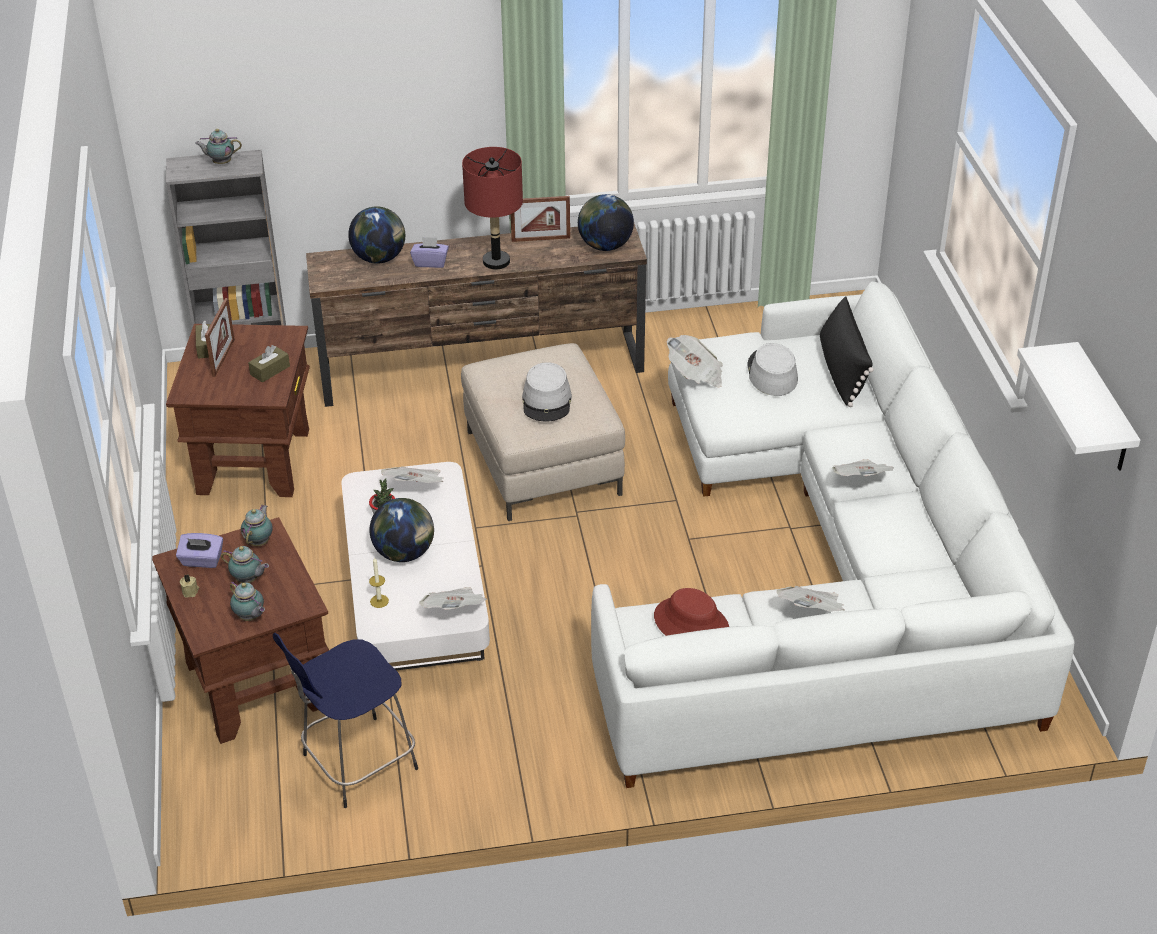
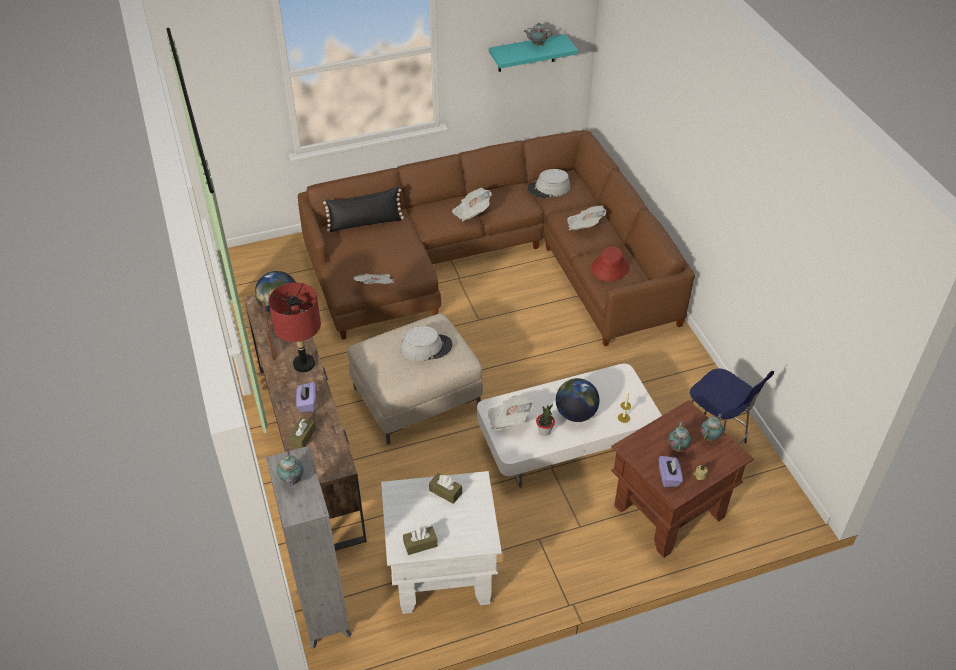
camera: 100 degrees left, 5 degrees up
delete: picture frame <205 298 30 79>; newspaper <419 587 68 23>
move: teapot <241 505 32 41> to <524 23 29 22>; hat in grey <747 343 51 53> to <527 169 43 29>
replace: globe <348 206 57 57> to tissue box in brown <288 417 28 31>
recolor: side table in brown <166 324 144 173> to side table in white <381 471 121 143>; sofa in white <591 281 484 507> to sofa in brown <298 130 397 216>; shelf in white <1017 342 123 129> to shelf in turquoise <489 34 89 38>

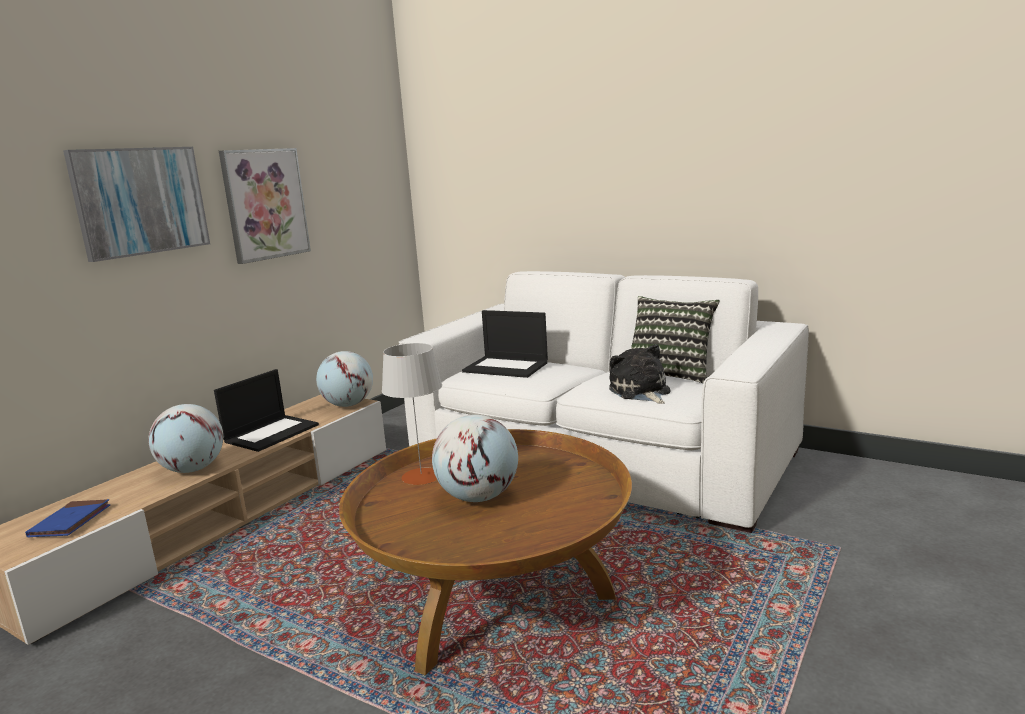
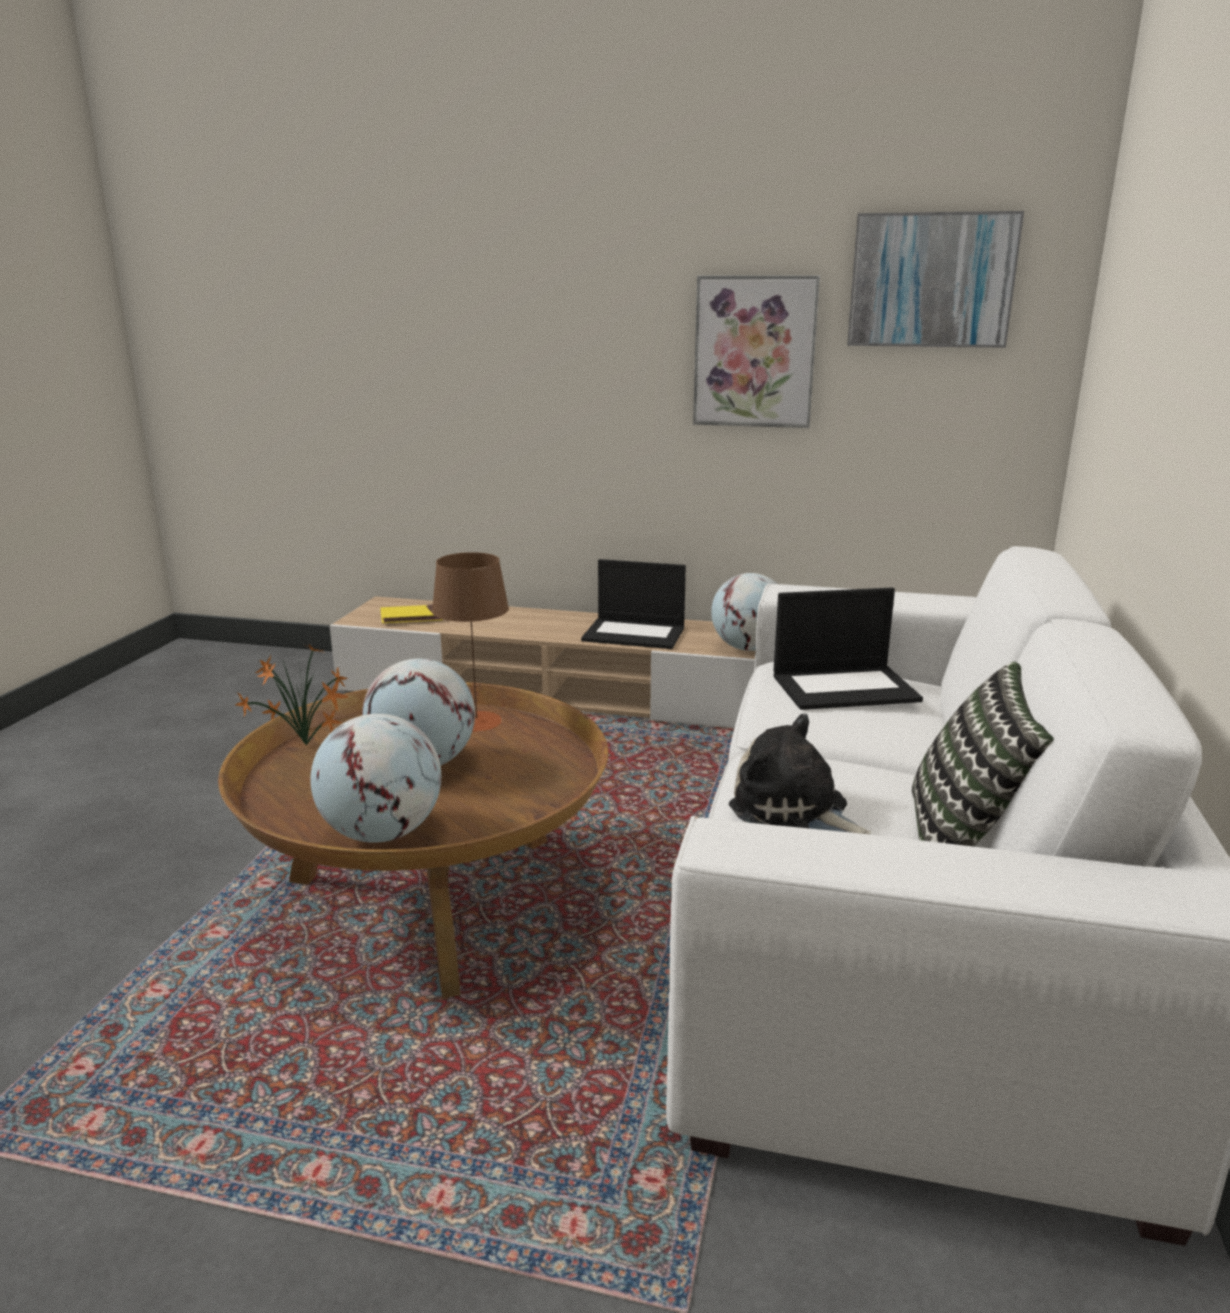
camera: 70 degrees right, 5 degrees up
insert: potted plant <235 644 114 101>
move: picture <63 147 147 115> to <847 211 177 137>; globe <148 404 75 69> to <310 714 131 129>
recolor: book in blue <25 499 86 39> to book in yellow <380 605 63 18>; table lamp in grey <382 343 60 142> to table lamp in brown <432 552 77 180>
rotate: laptop <462 310 86 68> = <773 588 150 122> 105 degrees counterclockwise; plush toy <609 344 62 60> = <729 714 143 121> 105 degrees counterclockwise

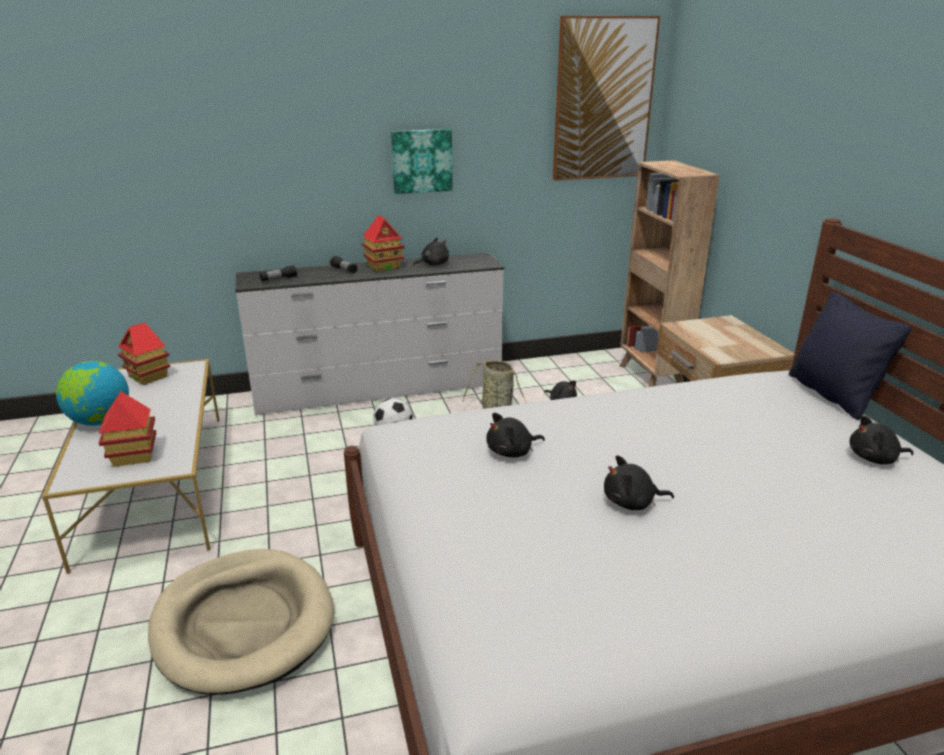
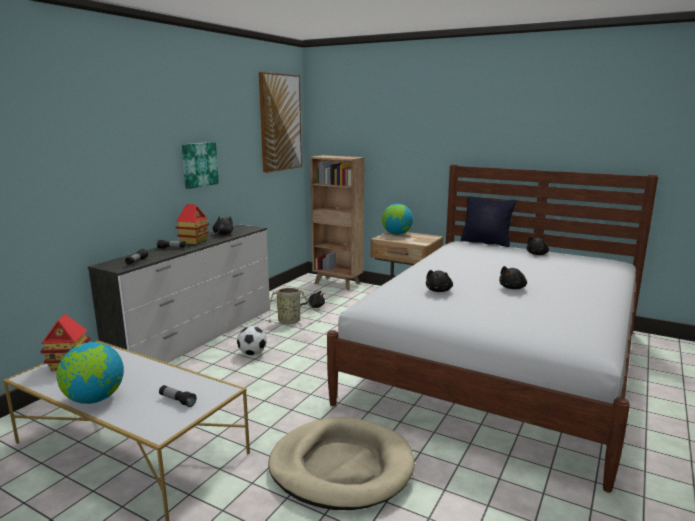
camera: 45 degrees left, 10 degrees down
insert: globe <382 204 31 31>
replace: toy house <99 391 57 76> to flashlight <159 385 37 22>

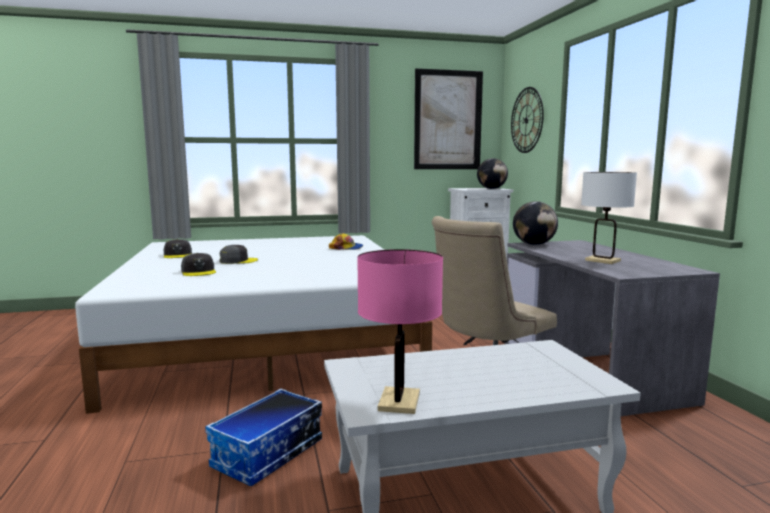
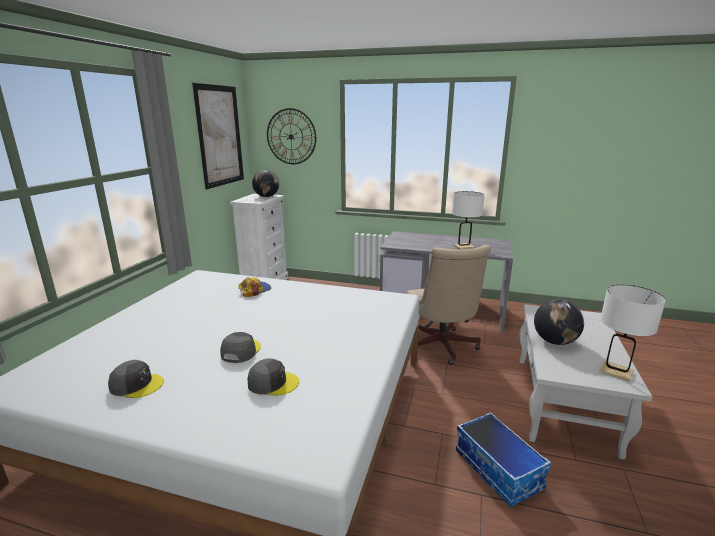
camera: 60 degrees left, 10 degrees up
move: globe <513 201 45 44> to <534 299 50 46>
recolor: table lamp in pink <357 249 86 165> to table lamp in white <599 285 67 97>

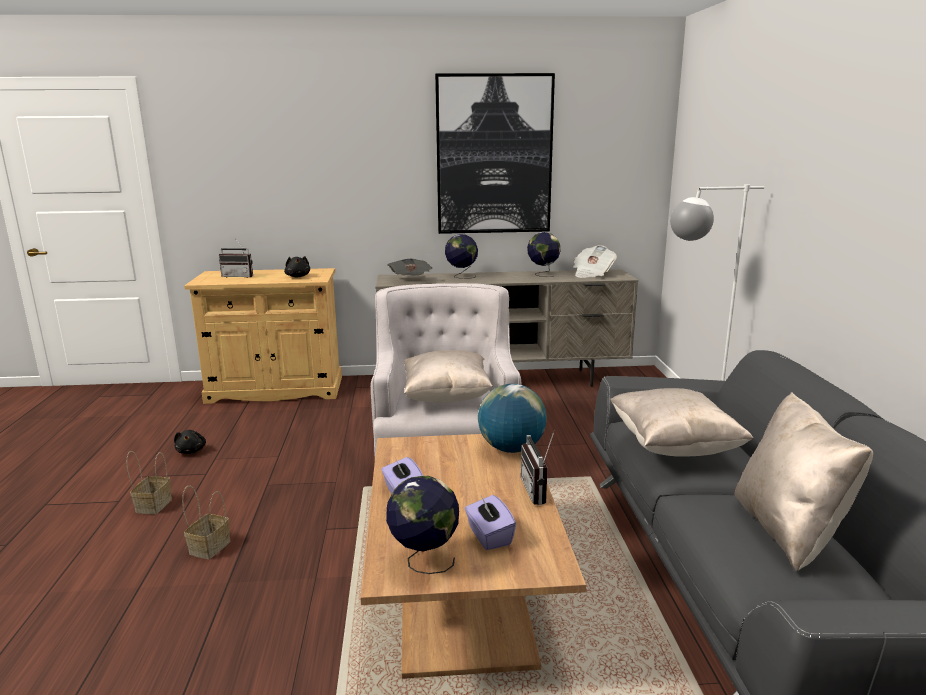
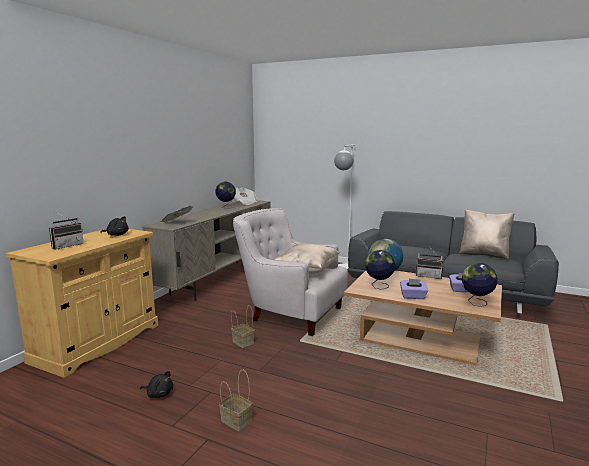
camera: 60 degrees left, 5 degrees down
delete: picture <435 73 120 161>; pillow in beige <610 388 144 69>
move: basket <182 486 48 73> to <231 305 24 43>; globe <445 234 33 45> to <365 250 30 39>

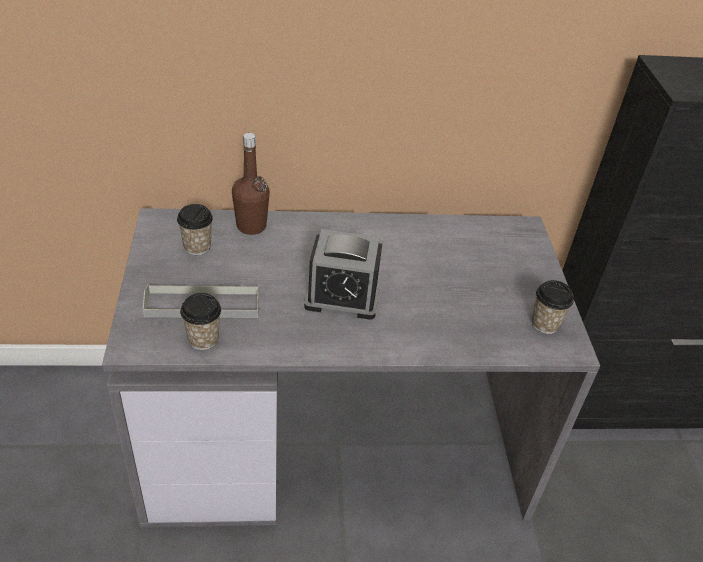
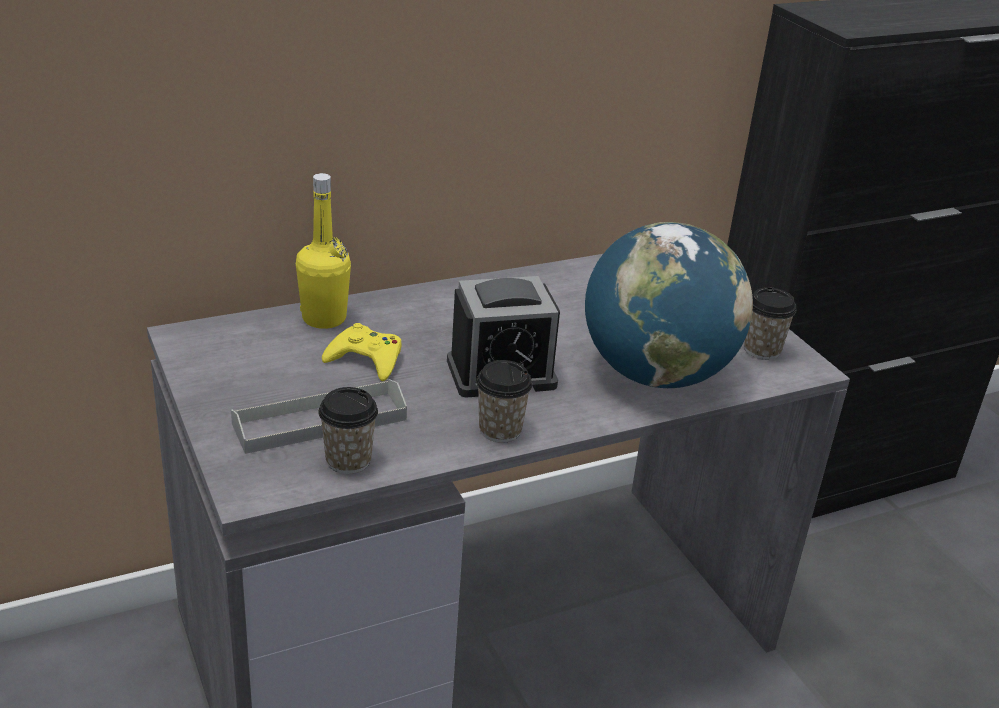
camera: 20 degrees left, 10 degrees down
insert: game controller in yellow <322 323 80 58>; globe <585 222 168 166>
move: cup <177 204 36 51> to <476 360 56 83>
recolor: bottle in brown <232 133 38 102> to bottle in yellow <296 173 55 156>

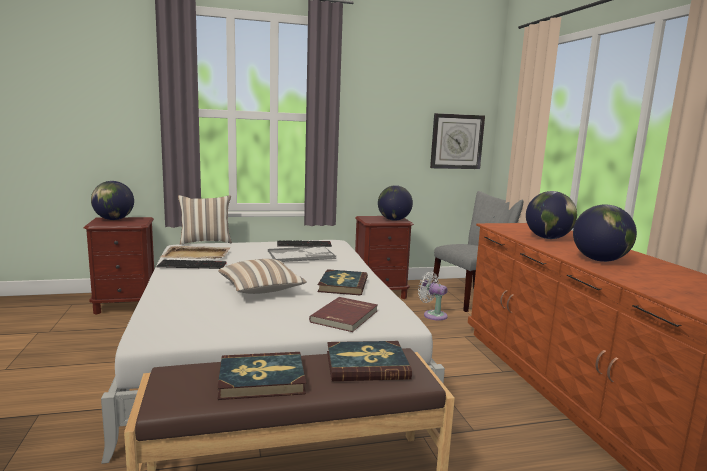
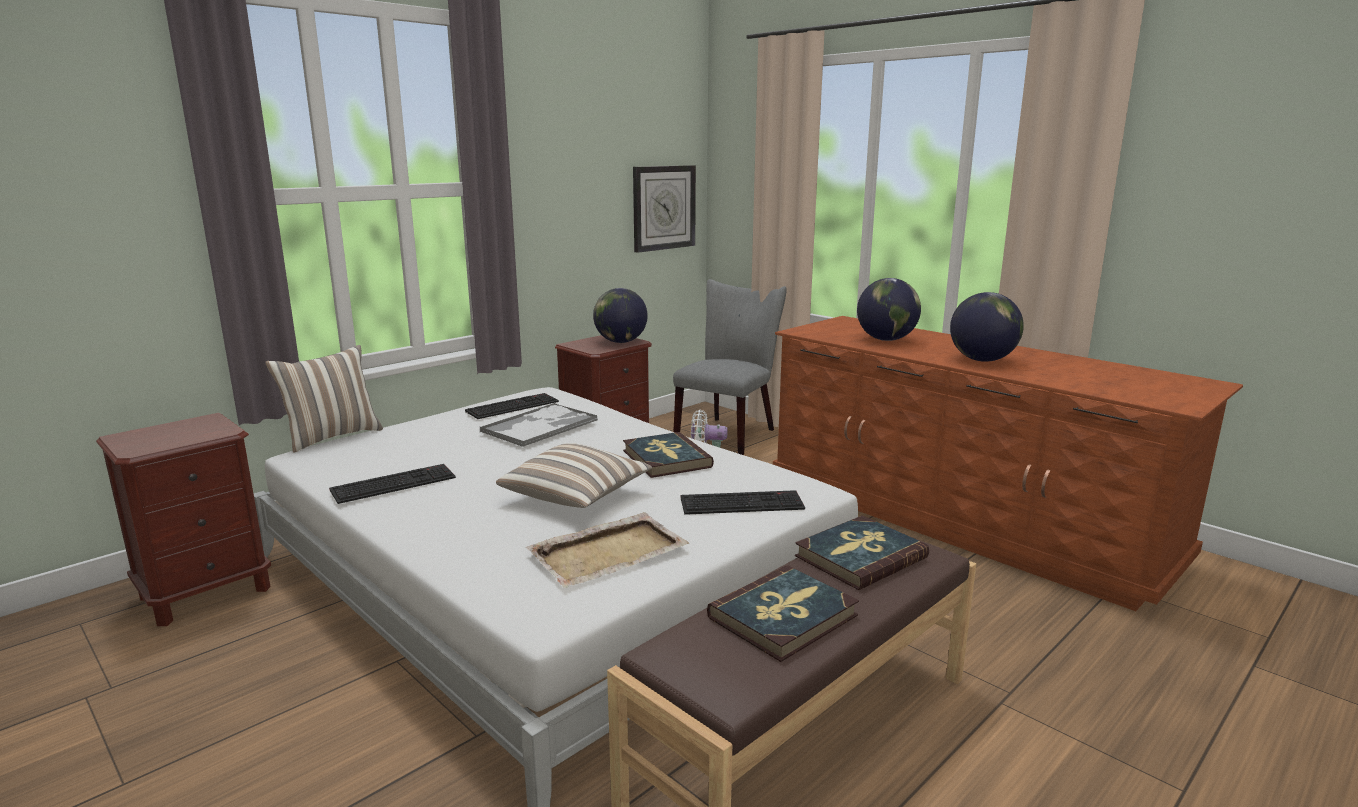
camera: 30 degrees left, 5 degrees up
delete: globe <91 181 43 39>
move: tray in beige <160 246 71 13> to <526 512 163 76>
replace: book in red <309 297 69 35> to keyboard <681 490 124 25>

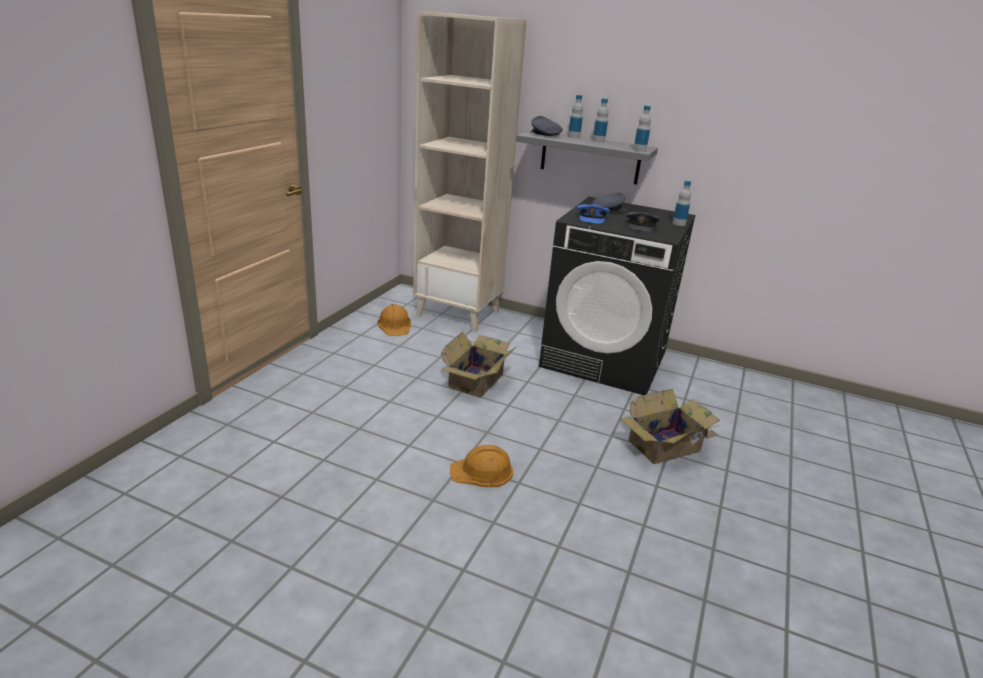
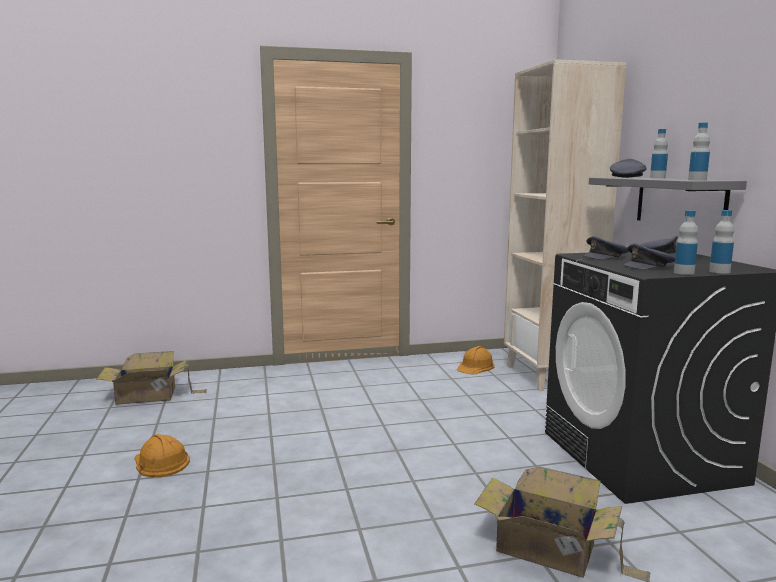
camera: 55 degrees right, 15 degrees down
move: cardboard box <441 332 75 65> to <97 351 110 54>; hard hat in orange <450 445 63 42> to <134 434 56 43>; bottle <593 98 16 45> to <674 210 24 65>
recolor: cap in blue <577 204 33 20> to cap in grey <583 236 46 23>

